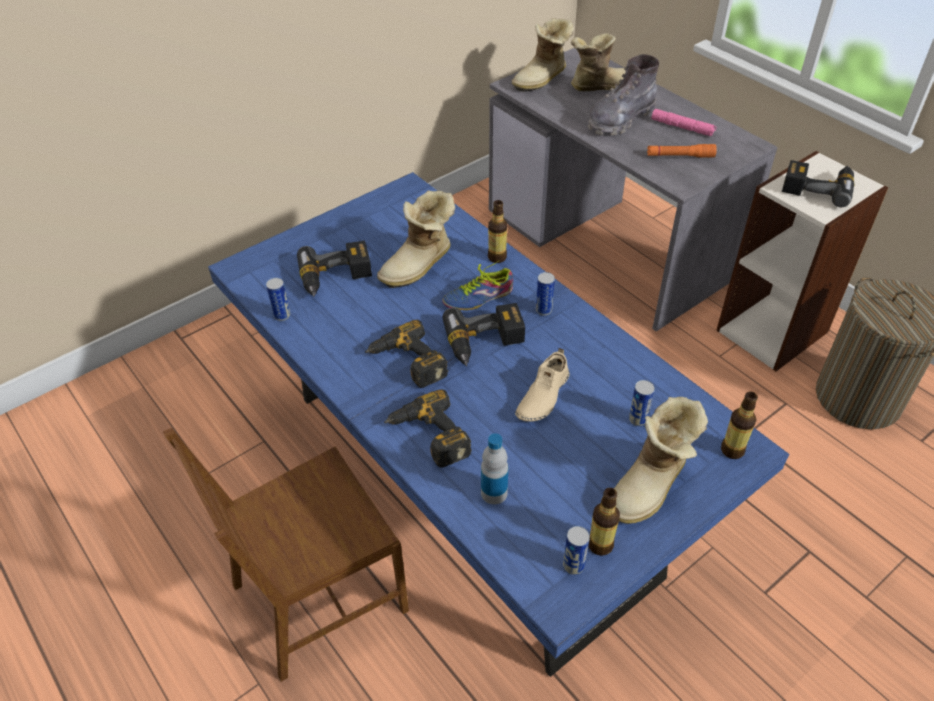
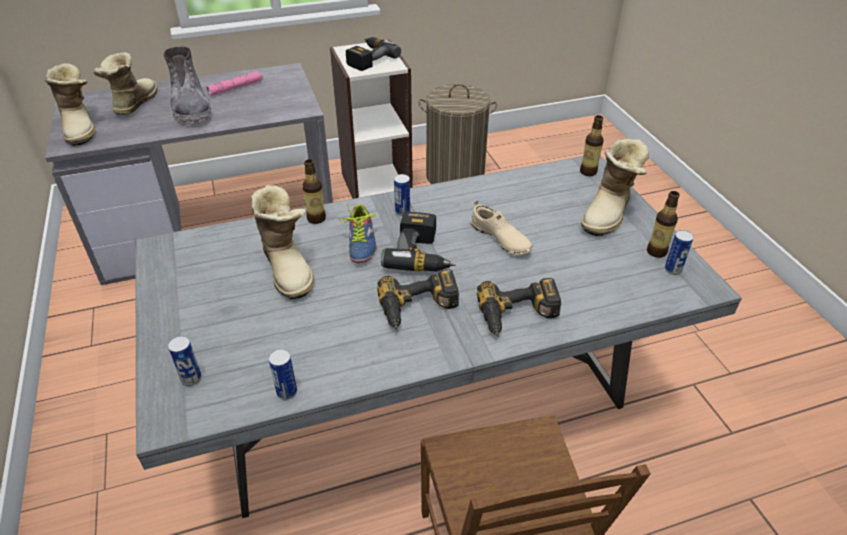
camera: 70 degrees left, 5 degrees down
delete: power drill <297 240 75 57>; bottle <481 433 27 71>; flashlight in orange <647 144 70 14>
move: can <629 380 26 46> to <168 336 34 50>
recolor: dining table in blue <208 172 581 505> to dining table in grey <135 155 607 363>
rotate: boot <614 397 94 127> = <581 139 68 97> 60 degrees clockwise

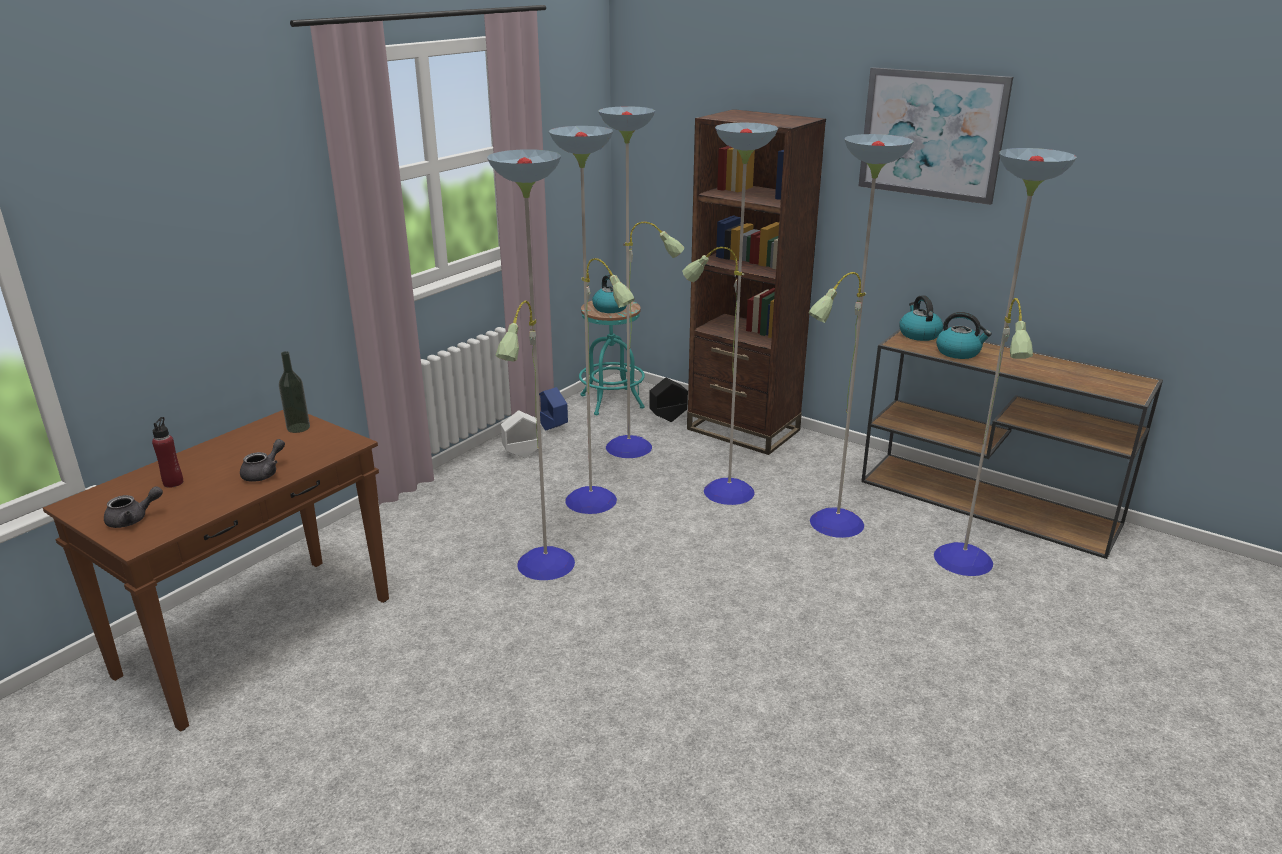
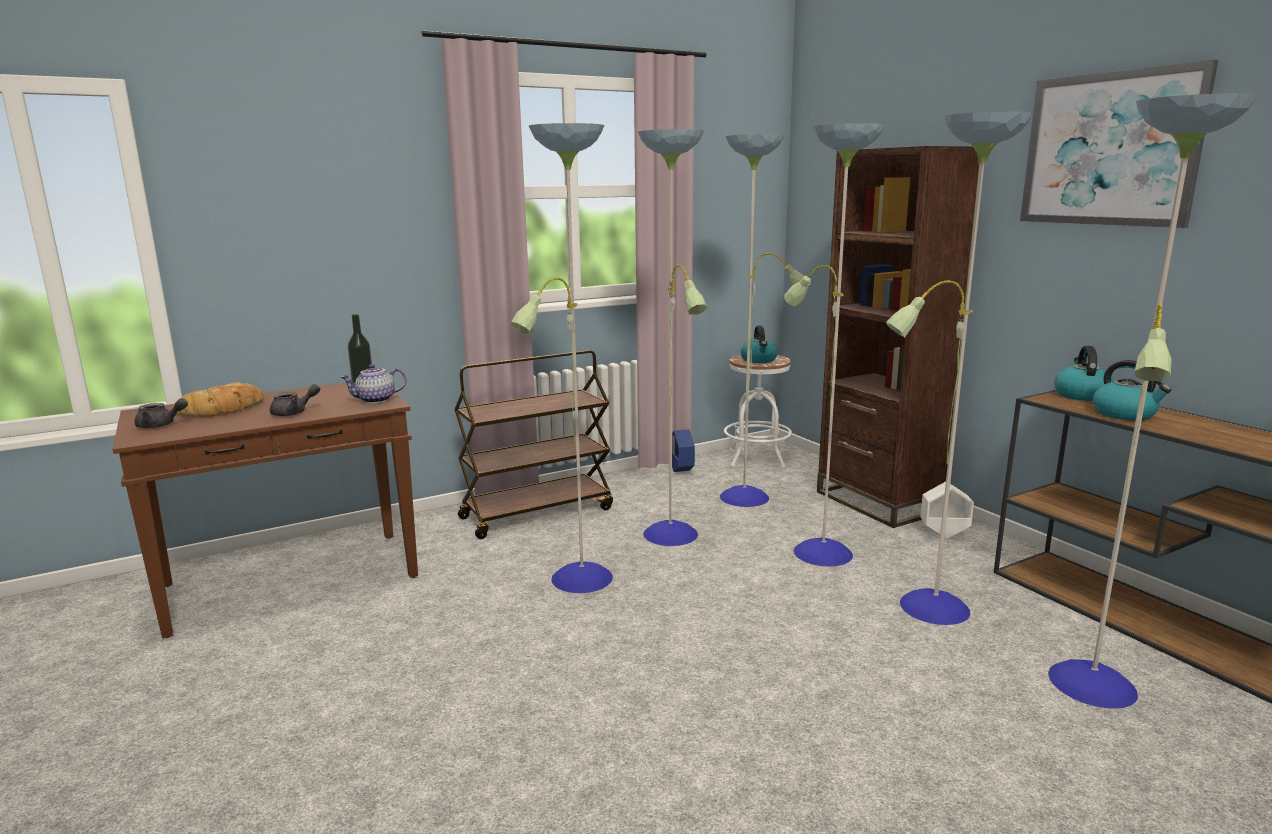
camera: 25 degrees right, 10 degrees down
delete: planter in black <649 377 39 45>
insert: teapot <340 364 66 40>; cart in brown <454 350 159 189>
move: planter in white <501 410 42 48> to <920 481 54 58>
replace: bottle in red <152 417 31 71> to bread <176 383 88 34>
recolor: stool in turquoise <579 301 66 114> to stool in white <724 355 68 114>

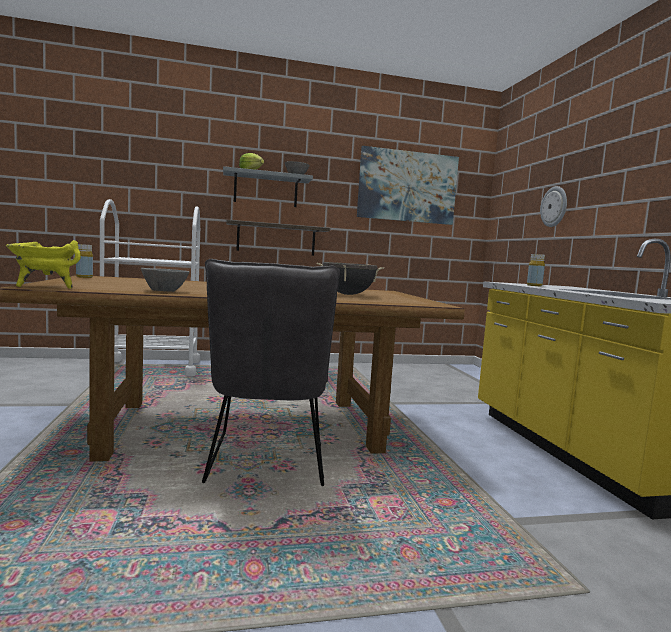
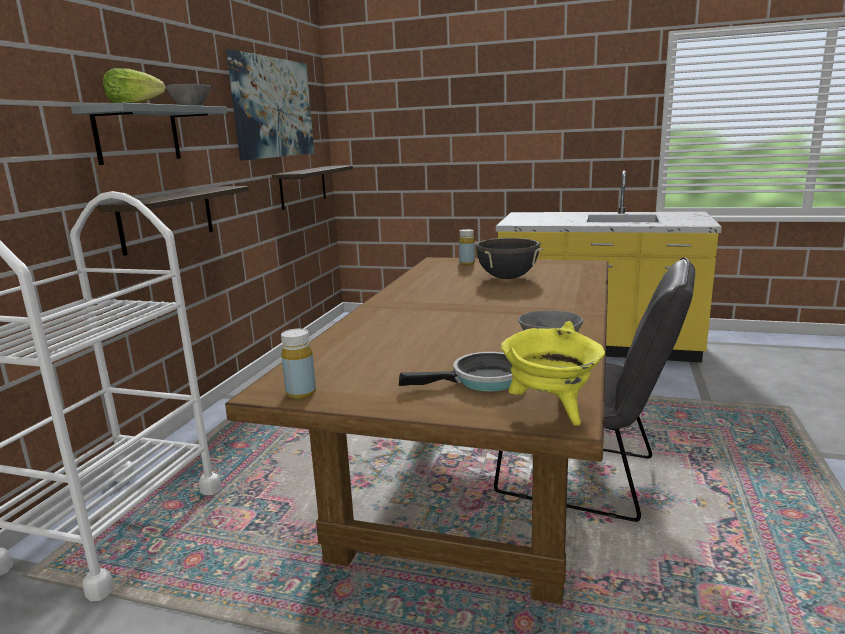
camera: 60 degrees left, 10 degrees up
delete: wall clock <540 186 27 41>
insert: shelf <272 166 81 44>; frying pan <399 352 114 39>
move: bottle in yellow <527 254 18 32> to <459 229 16 36>

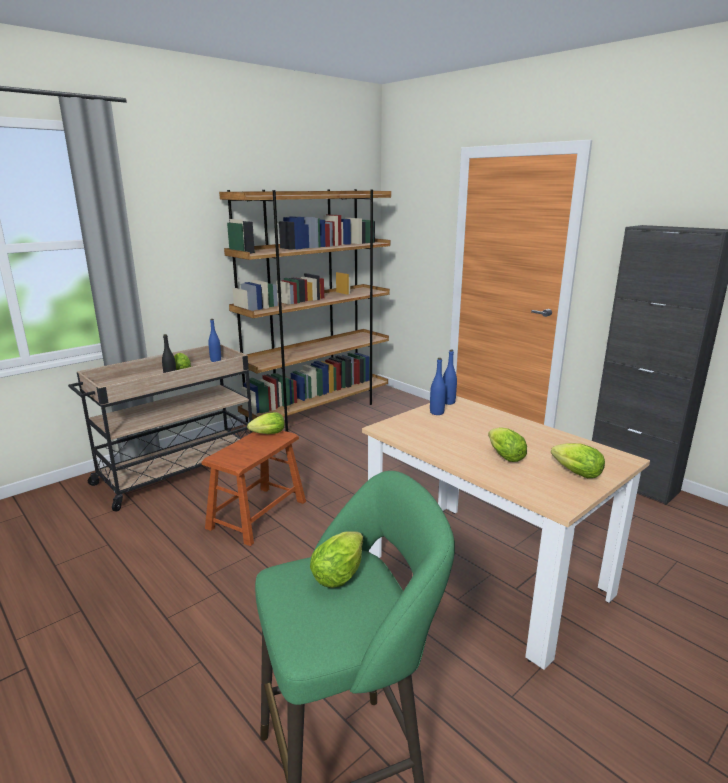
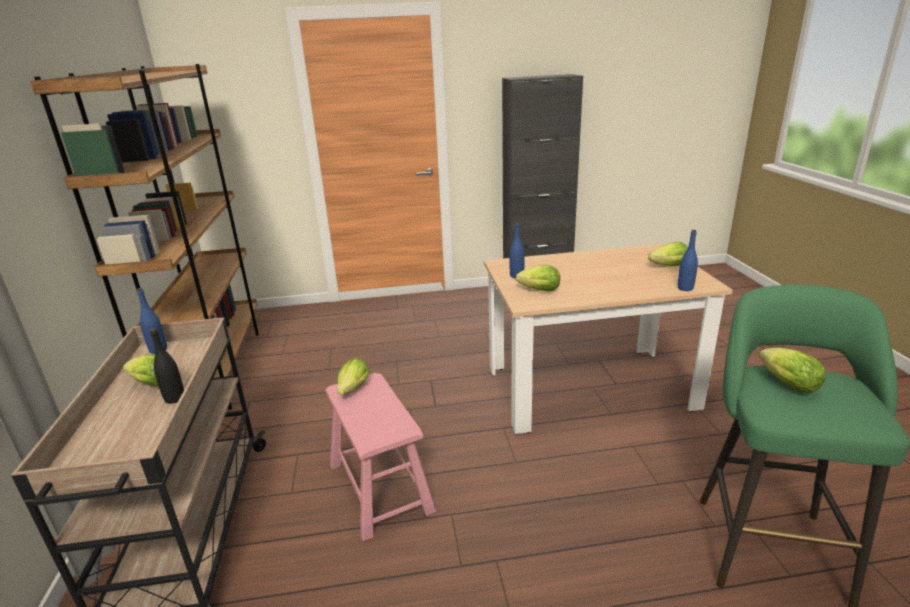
camera: 55 degrees left, 5 degrees up
move: bottle in blue <443 350 14 55> to <678 230 20 61>; lettuce <488 427 39 35> to <516 265 44 26>
recolor: stool in brown <201 431 105 115> to stool in pink <325 373 111 168>

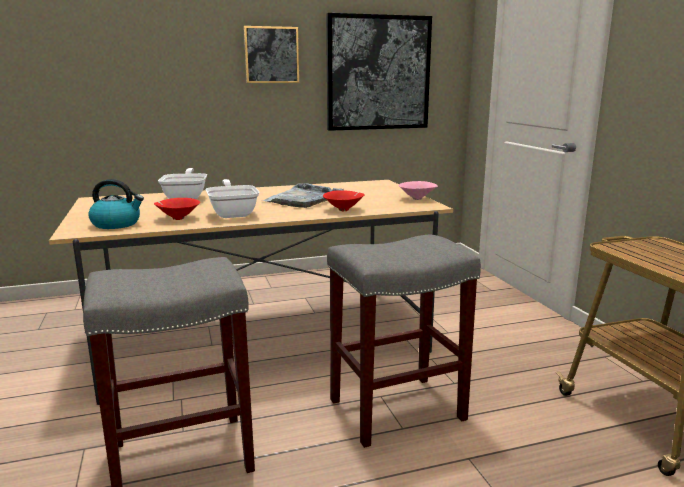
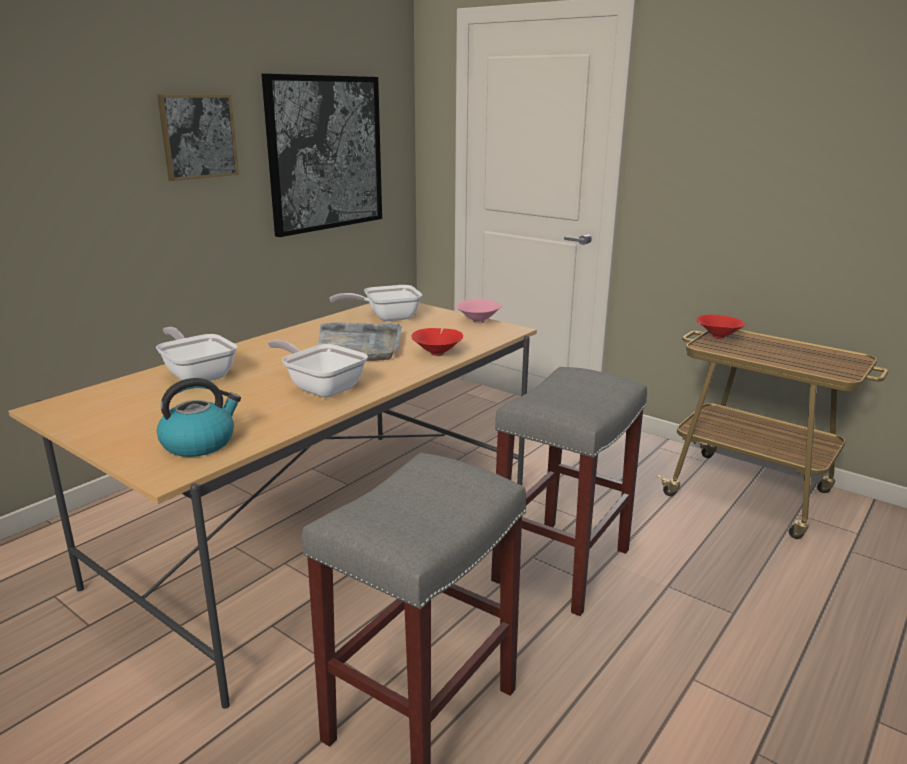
camera: 35 degrees left, 5 degrees up
insert: frying pan <329 285 93 36>
move: bowl in red <154 198 46 22> to <697 314 48 25>

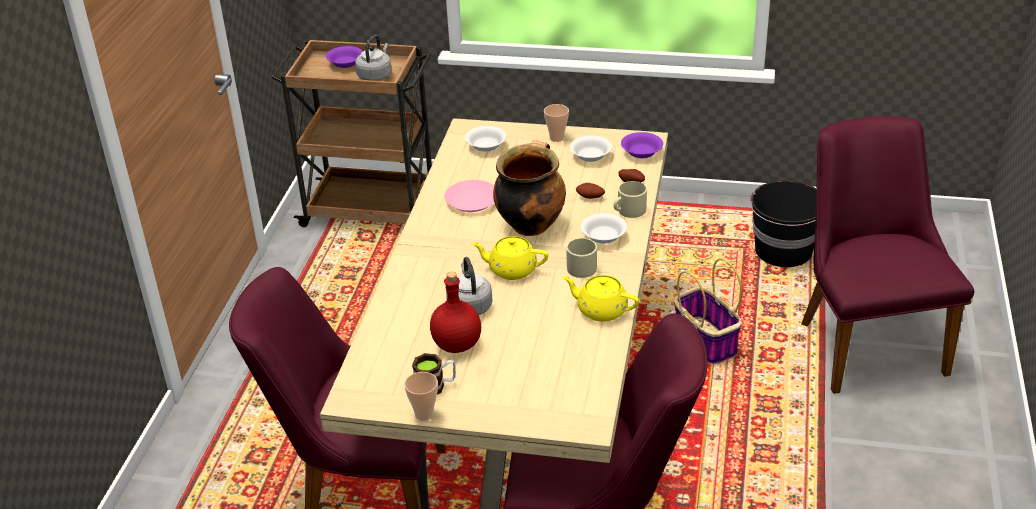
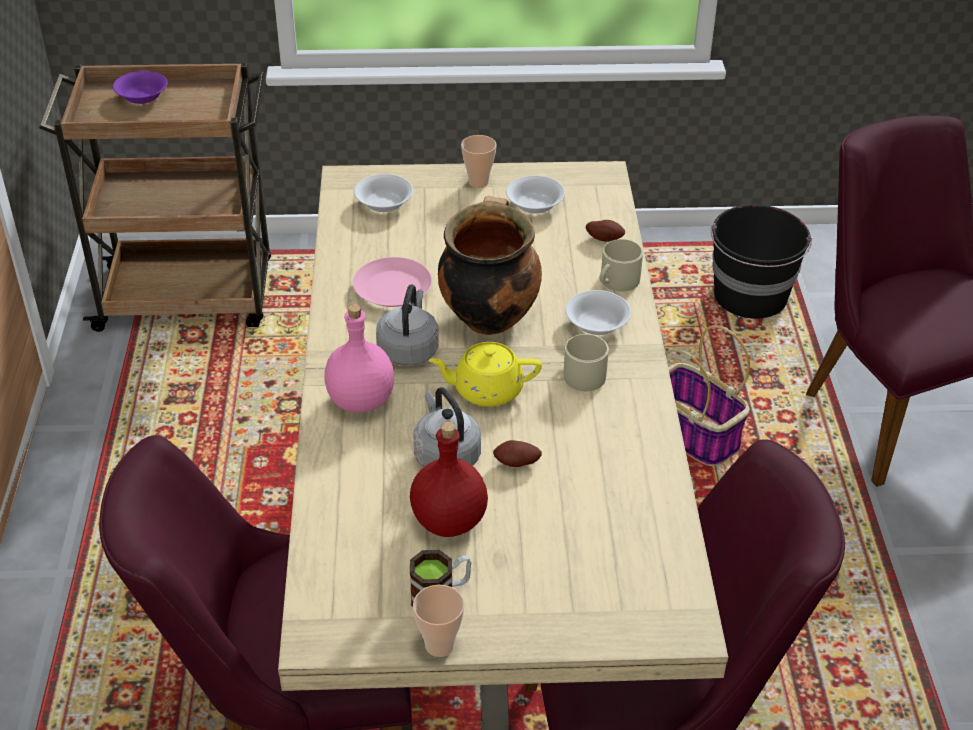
camera: 15 degrees left, 5 degrees up
delete: teapot in yellow <563 275 76 47>; bowl in purple <621 132 42 26>
insert: bottle in pink <324 304 70 109>
move: kettle in grey <355 35 36 46> to <376 285 63 81>; potato <576 183 29 16> to <493 440 49 27>

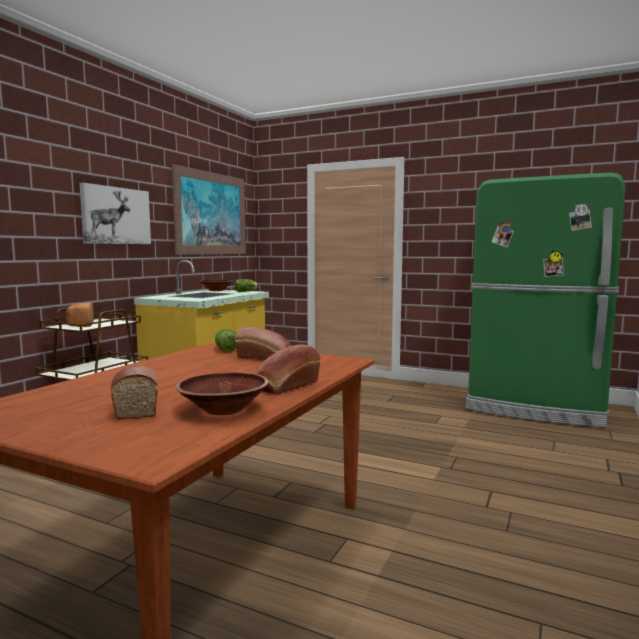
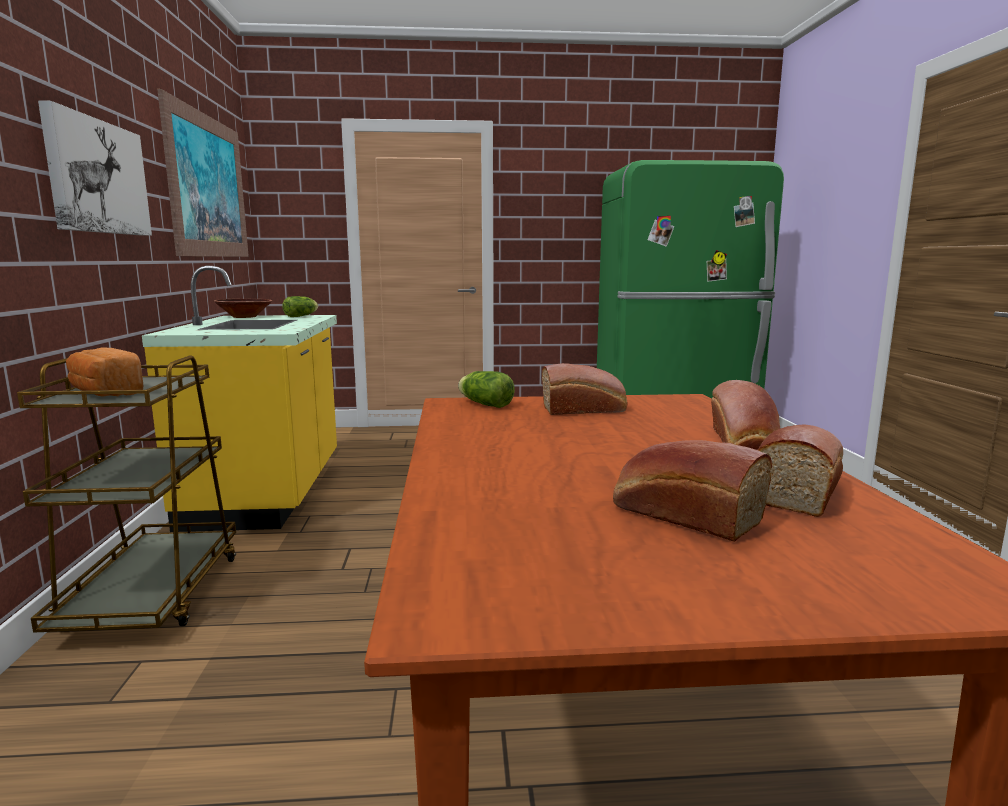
camera: 30 degrees left, 5 degrees up
replace: bowl in brown <176 372 93 43> to bread <758 425 85 92>

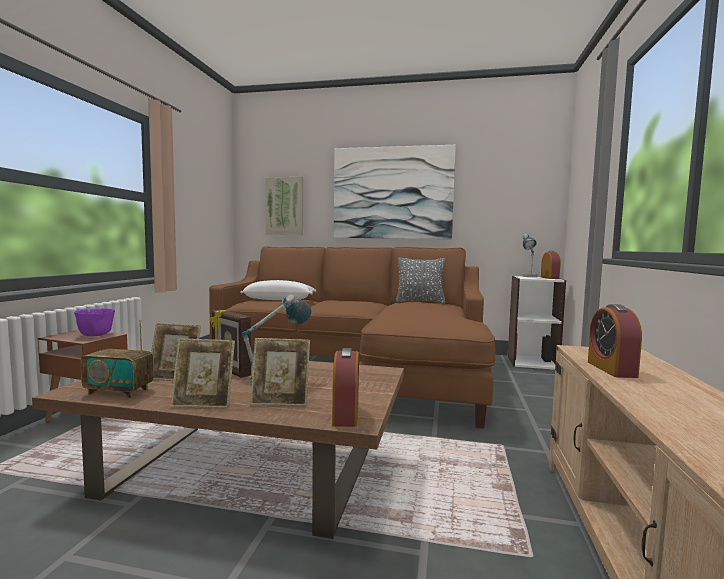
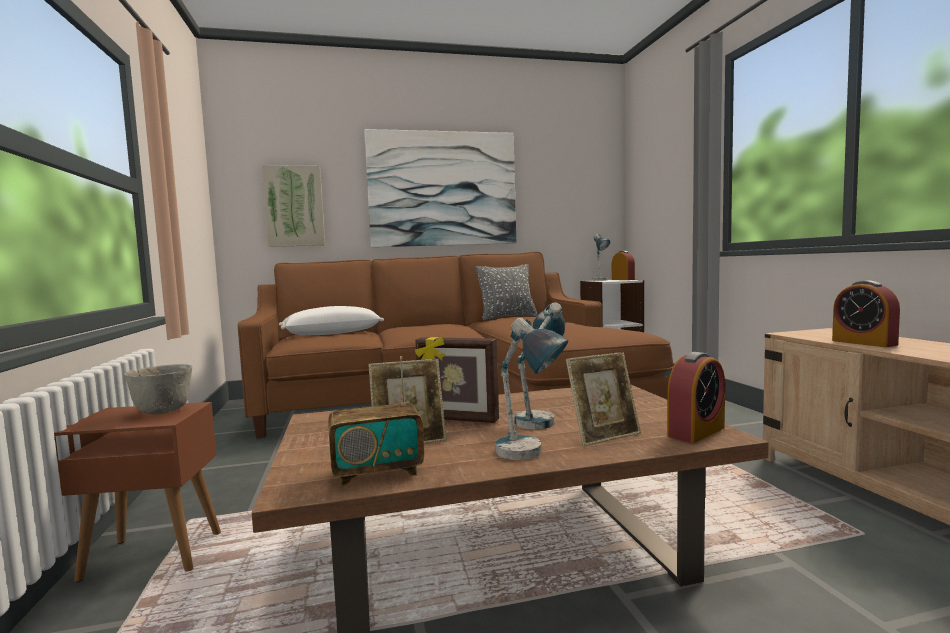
camera: 25 degrees left, 0 degrees up
replace: picture frame <170 339 65 69> to table lamp <495 318 73 142>
recolor: bowl in purple <74 308 41 29> to bowl in grey <124 364 68 50>
rotate: alarm clock <332 348 27 79> = <667 352 58 91> 75 degrees clockwise

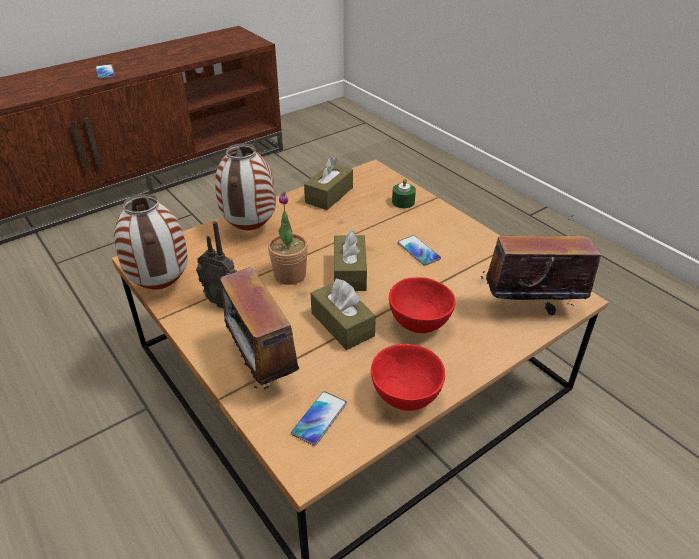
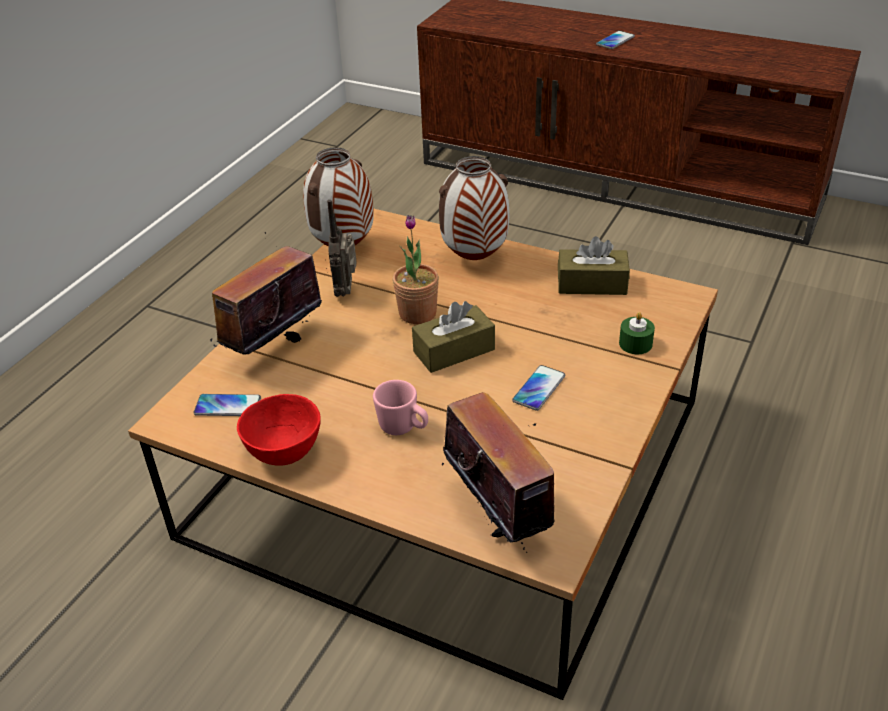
camera: 65 degrees right, 0 degrees up
delete: tissue box in brown <311 279 65 71>
replace: bowl in red <389 277 67 56> to mug in pink <373 380 55 55>

